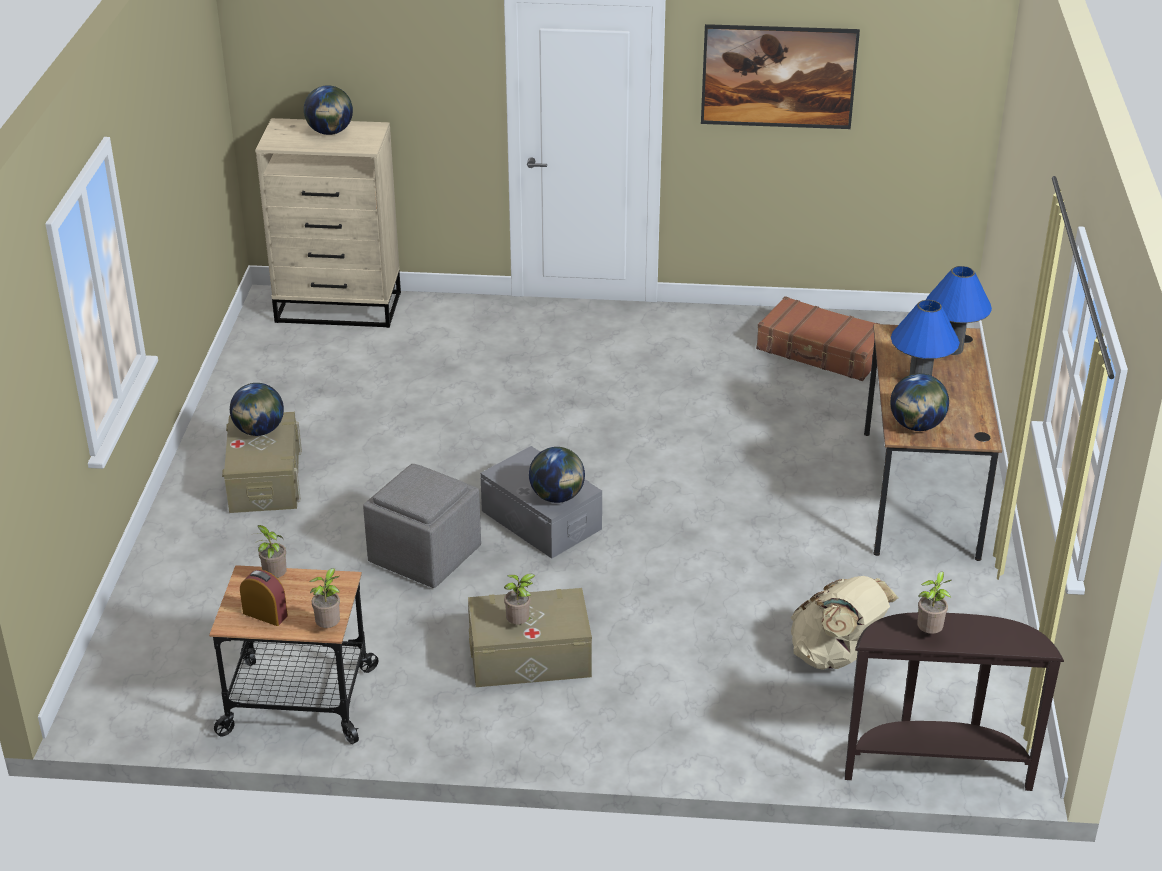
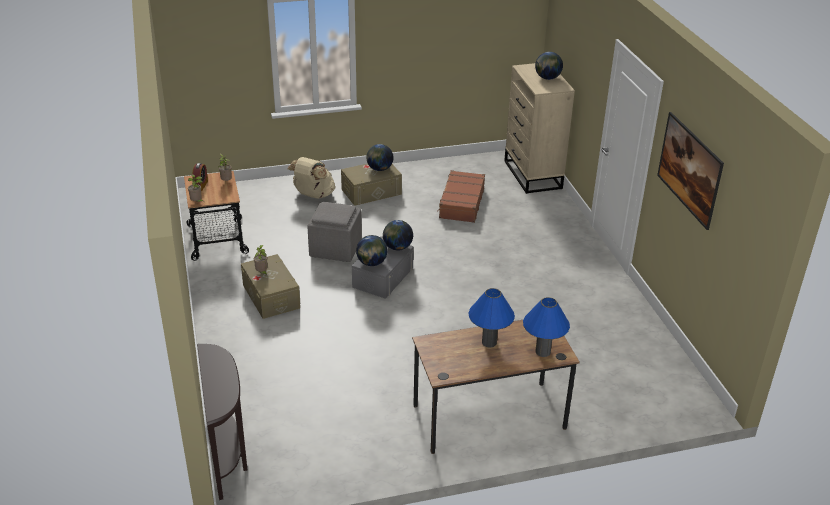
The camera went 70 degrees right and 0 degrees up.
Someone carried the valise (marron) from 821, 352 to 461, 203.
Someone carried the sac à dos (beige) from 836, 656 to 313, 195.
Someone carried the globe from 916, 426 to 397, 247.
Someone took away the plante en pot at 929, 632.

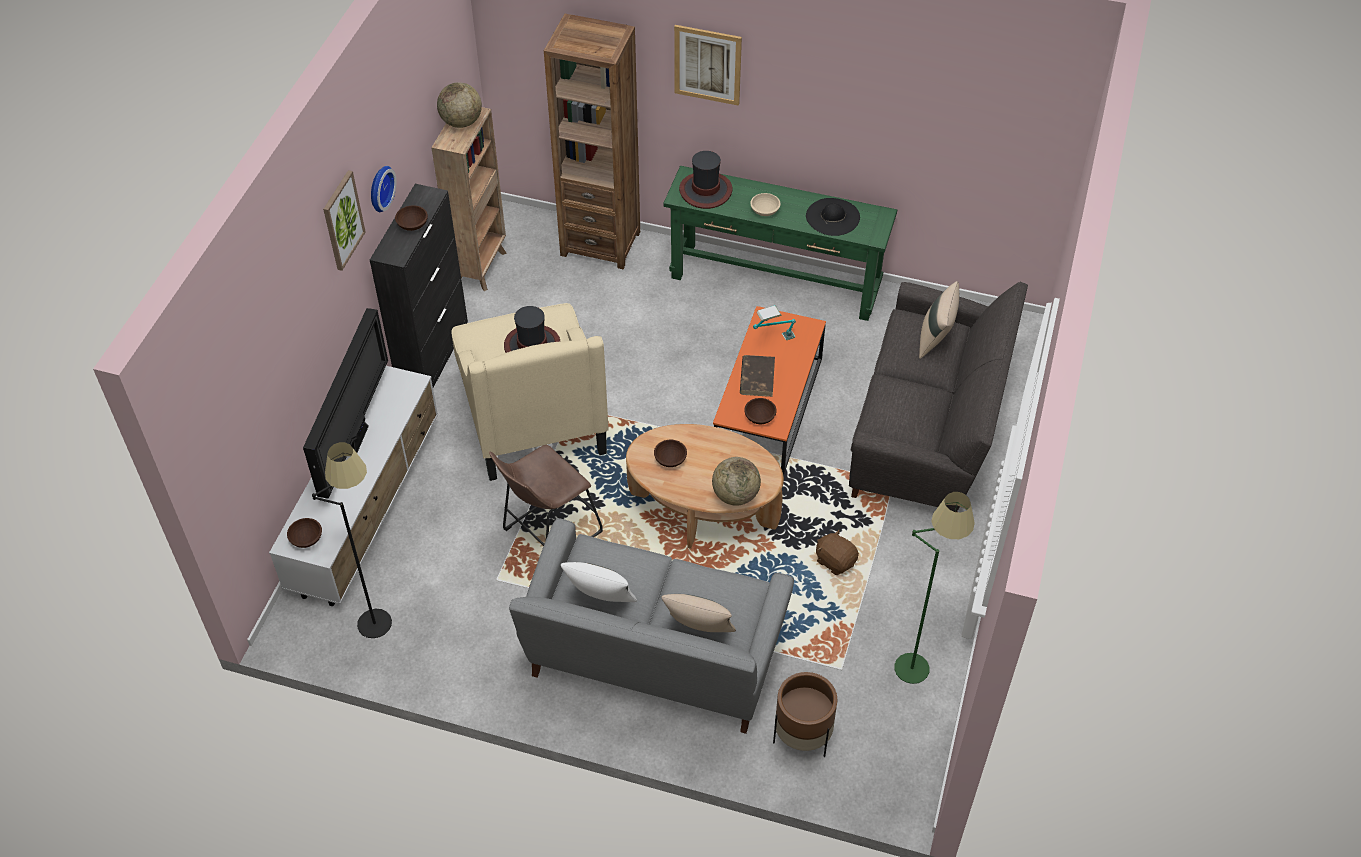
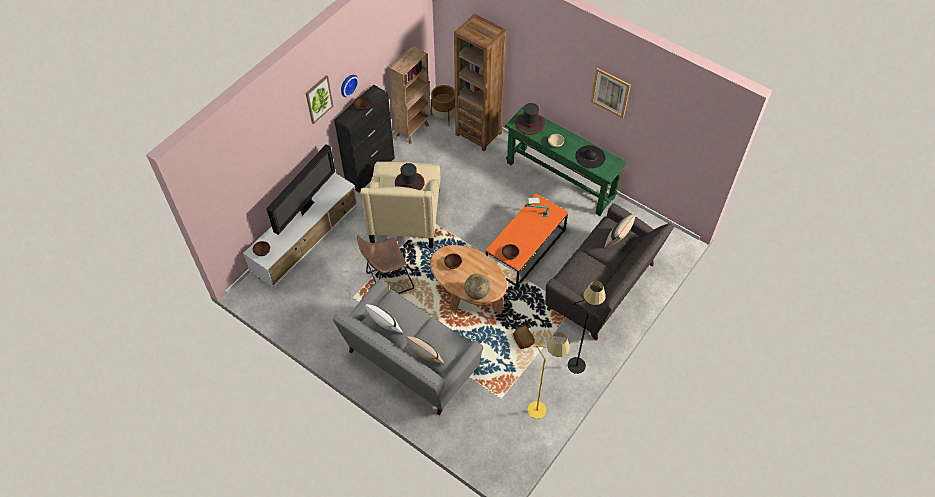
The camera went 20 degrees right and 5 degrees up.
Someone carried the lampadaire (noir) from 376, 610 to 578, 358.
Someone took away the globe at 461, 122.
Someone carried the tableau from 707, 64 to 610, 92.
Someone took away the livre (marron) at 757, 377.
Someone carried the cache-pot (marron) from 802, 736 to 444, 116.
Someone repainted the lampadaire (vert) at 917, 655, which became the lampadaire (jaune) at 543, 404.

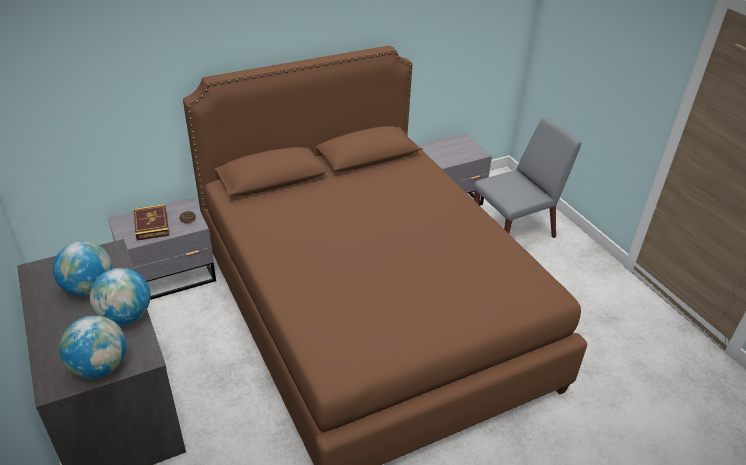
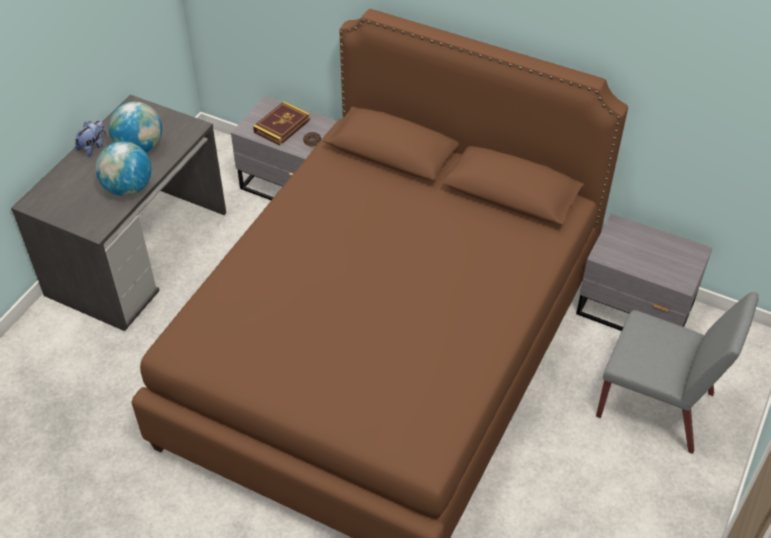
The camera went 55 degrees right and 10 degrees up.
Someone took away the globe at 100, 367.
Someone put down the peluche at 93, 147.

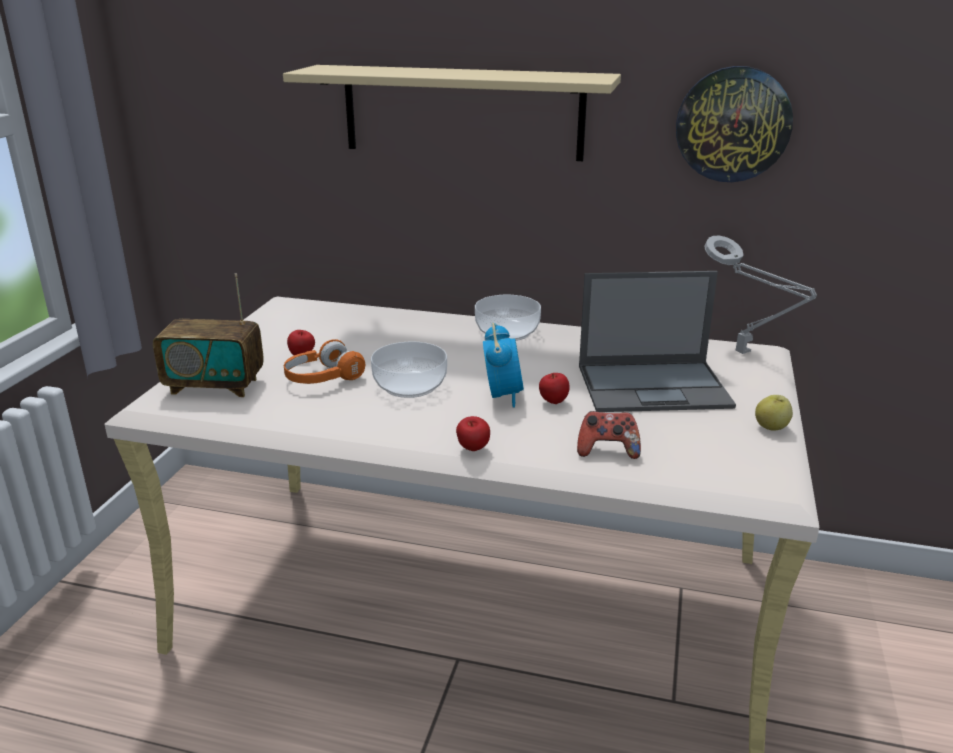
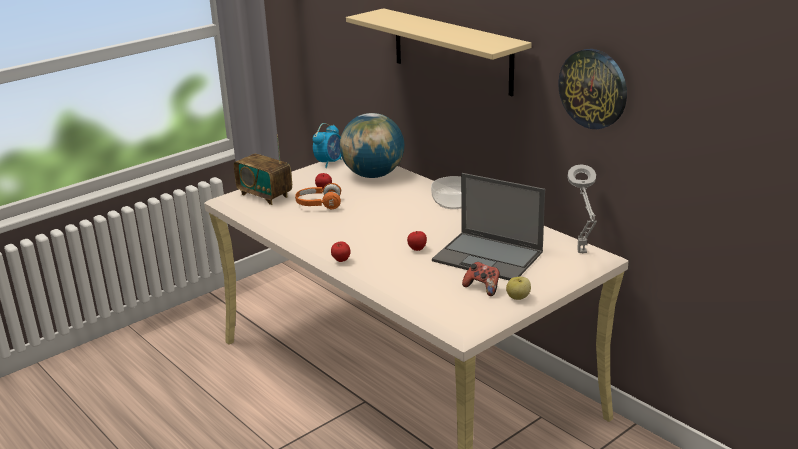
The camera went 35 degrees right and 0 degrees up.
Someone took away the bol at 409, 386.
Someone carried the réveil from 502, 395 to 330, 162.
Someone carried the manette from 607, 450 to 482, 288.
Someone put down the globe at 373, 175.

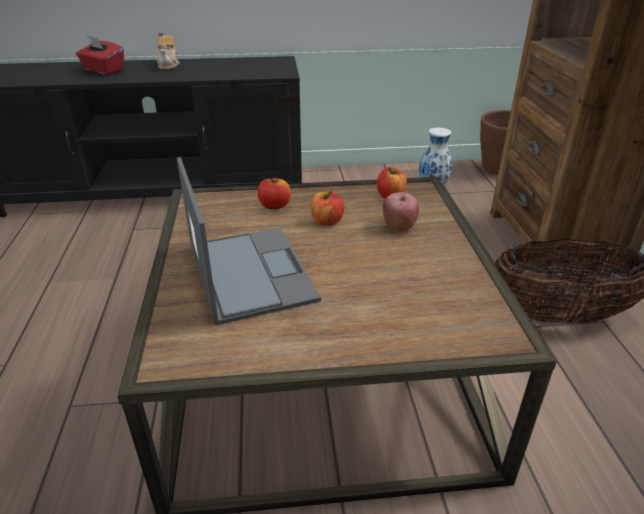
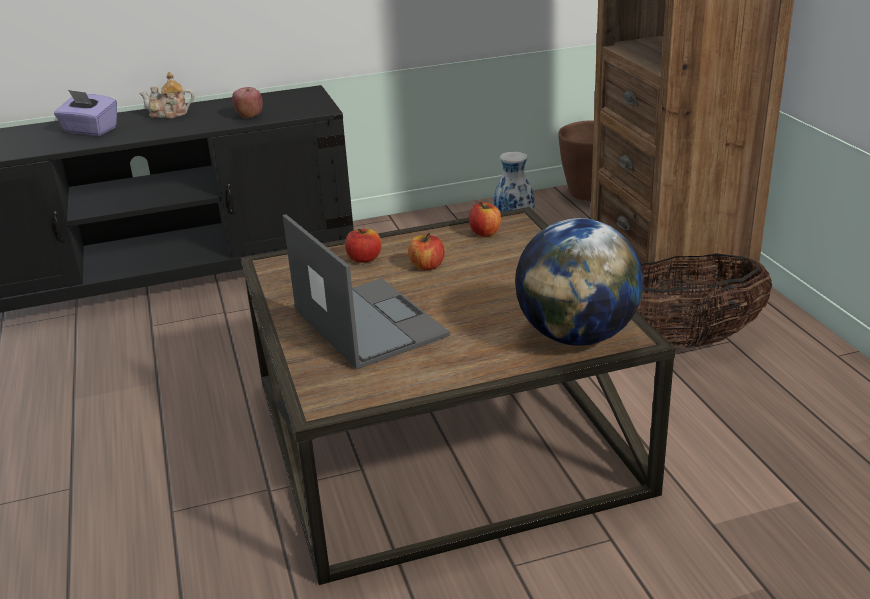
The camera went 10 degrees left and 5 degrees down.
Someone repainted the boîte à mouchoirs (rouge) at 103, 70, which became the boîte à mouchoirs (violet) at 90, 130.
Someone rotated the théière at 168, 65 by 105 degrees clockwise.
Someone carried the pomme from 399, 226 to 249, 116.
Someone put down the globe at 577, 336.

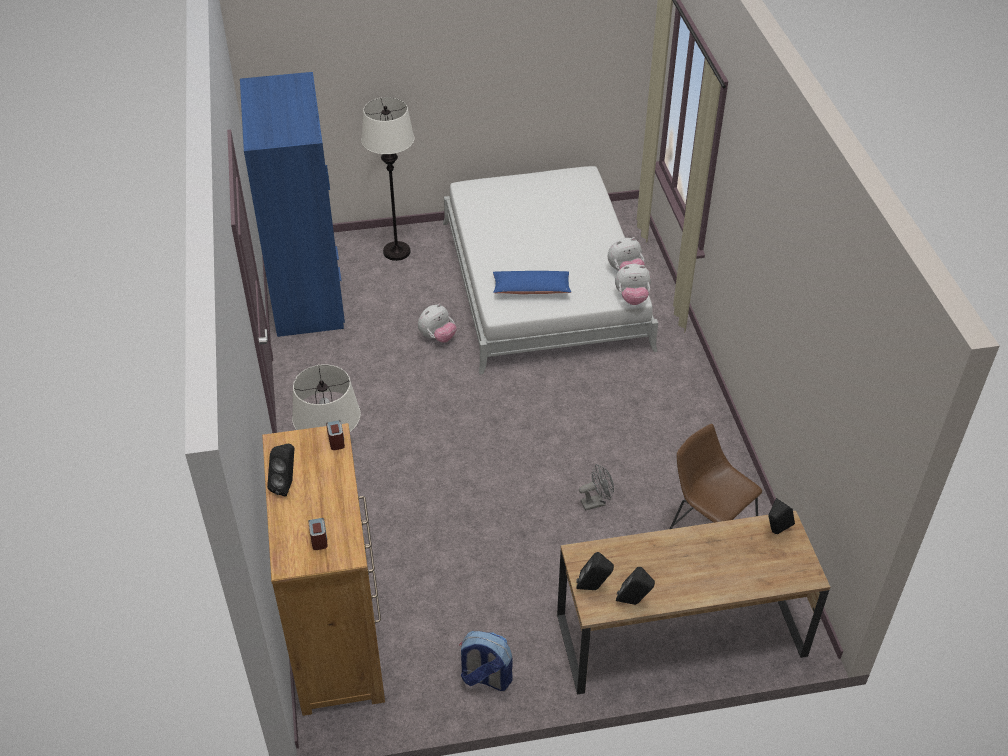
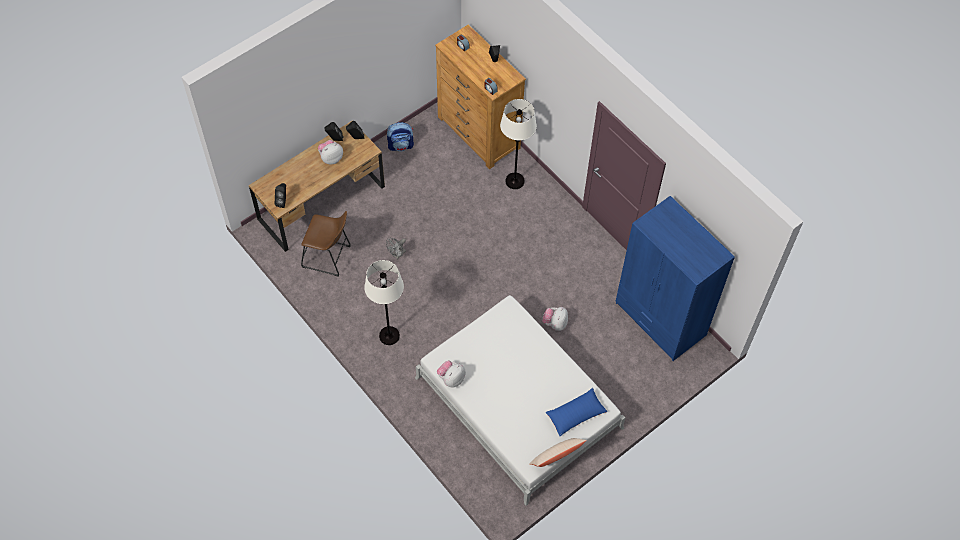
The camera went 150 degrees right and 15 degrees up.
Someone carried the lampadaire (blanc) from 397, 251 to 389, 336.
Someone carried the coussin (bleu) from 531, 289 to 575, 414.
Someone carried the peluche from 632, 298 to 331, 158.
Someone put down the coussin (beige) at 556, 457.

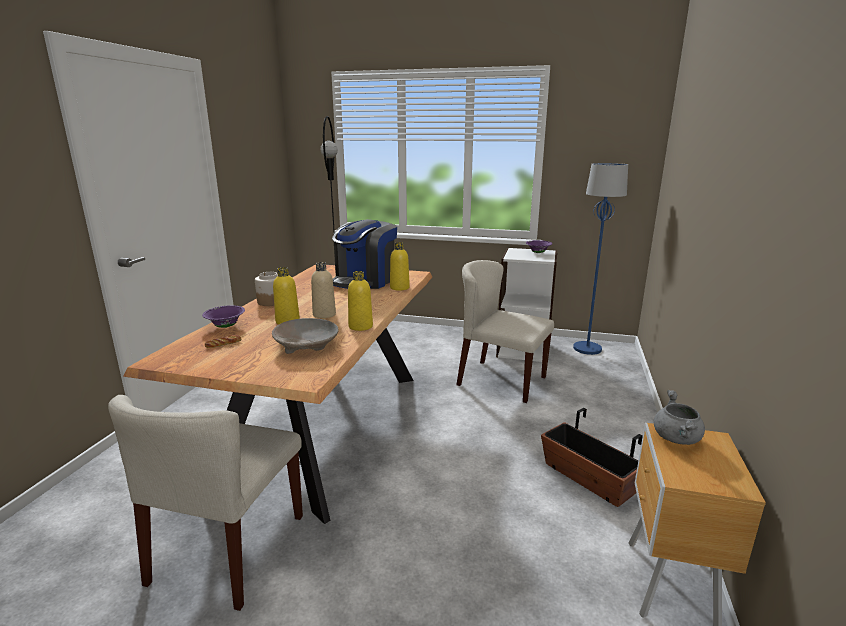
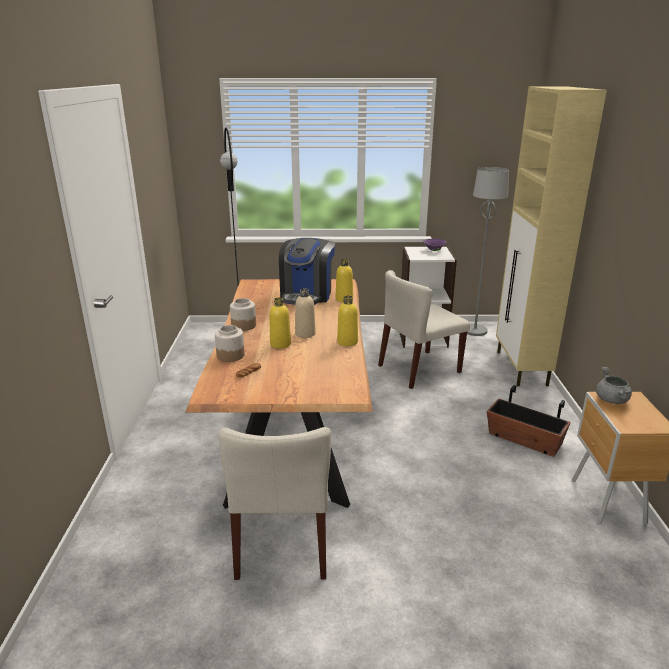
The camera went 15 degrees left and 5 degrees up.
Someone swapped the bol (violet) at 226, 326 for the bocal at 230, 355.
Someone took away the bol (beige) at 307, 345.
Someone rotated the chaise (beige) at 501, 381 by 45 degrees counterclockwise.
Someone repainted the lampadaire (bleu) at 587, 348, which became the lampadaire (gris) at 475, 330.
Someone put down the meuble de rangement (beige) at 521, 368.

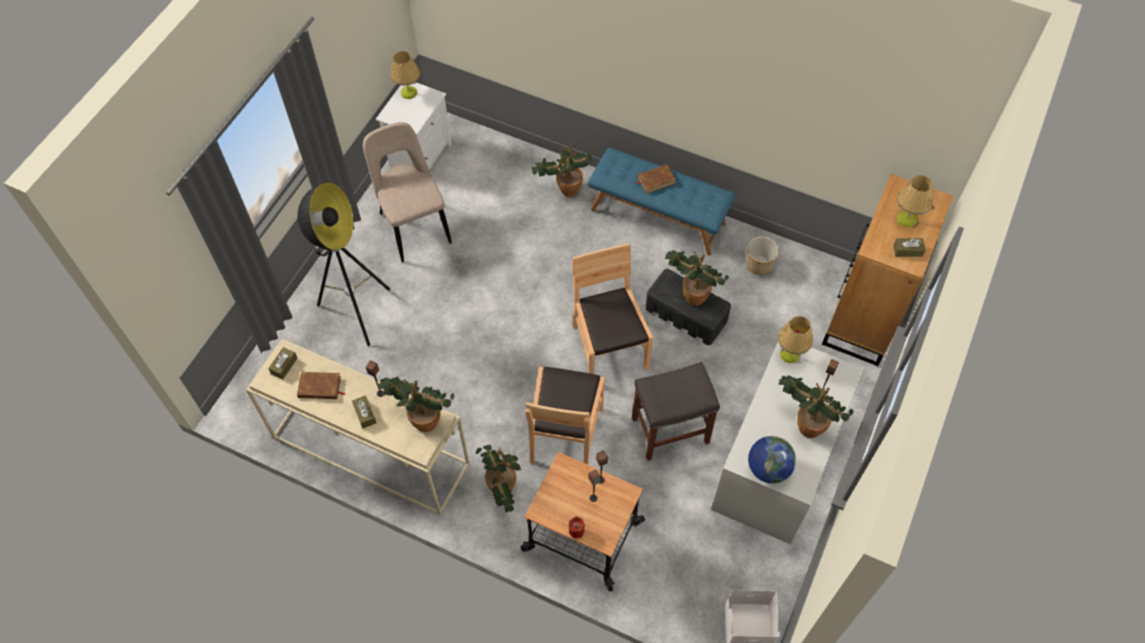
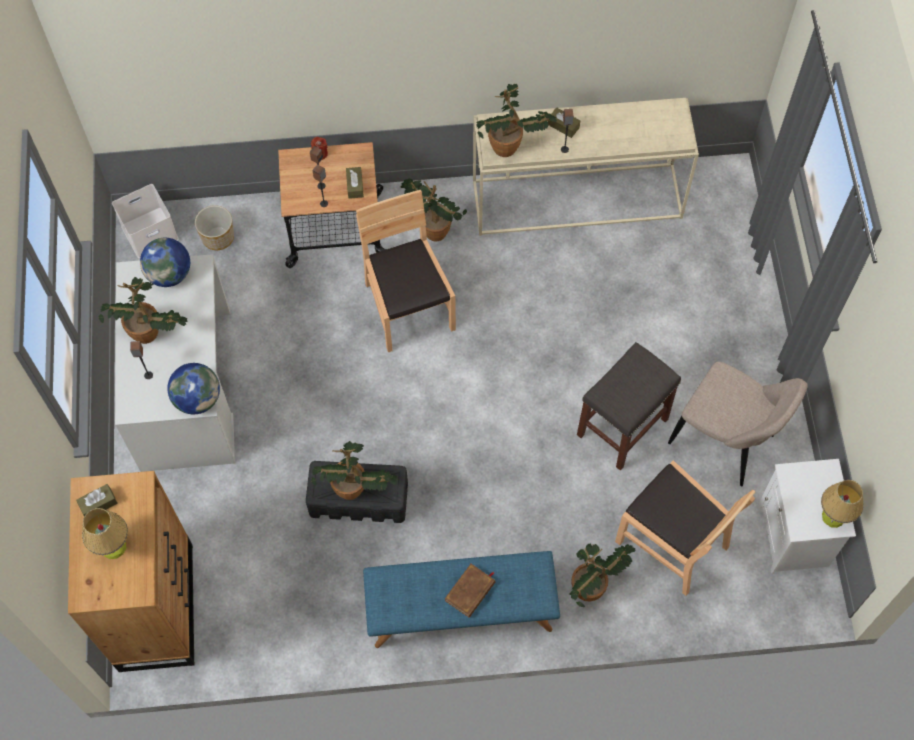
The camera went 150 degrees right and 5 degrees up.
Someone carried the boîte à mouchoirs (marron) from 284, 366 to 355, 186.
Someone took away the livre (marron) at 320, 387.
Someone took away the lampadaire at 356, 312.
Someone carried the chaise (marron) from 609, 347 to 672, 542.
Someone carried the tabouret (gris) from 671, 429 to 622, 428.
Someone carried the cache-pot from 759, 264 to 217, 237.
Someone swapped the lampe de table at 789, 354 for the globe at 197, 399.

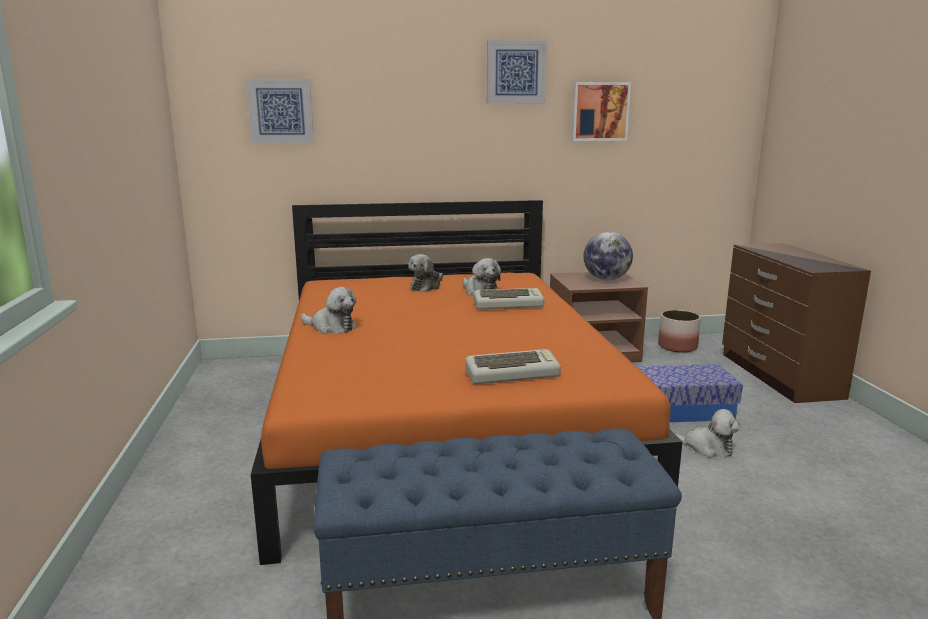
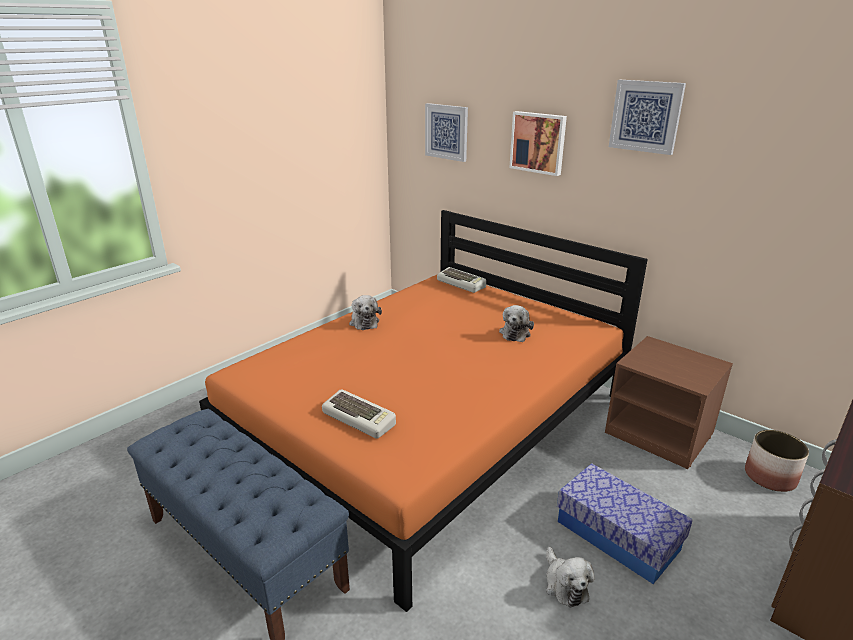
The camera went 50 degrees right and 10 degrees up.
Someone took away the peluche at 426, 286.
Someone carried the clavier from 508, 304 to 462, 283.
Someone carried the tableau from 599, 111 to 538, 142.
Someone took away the globe at 606, 279.

